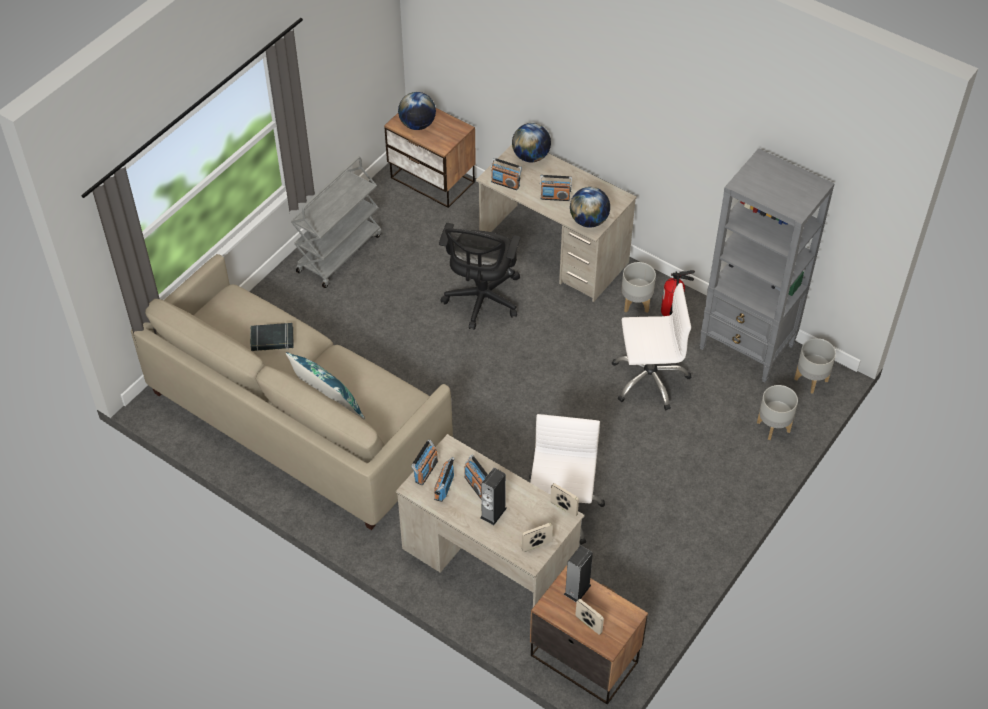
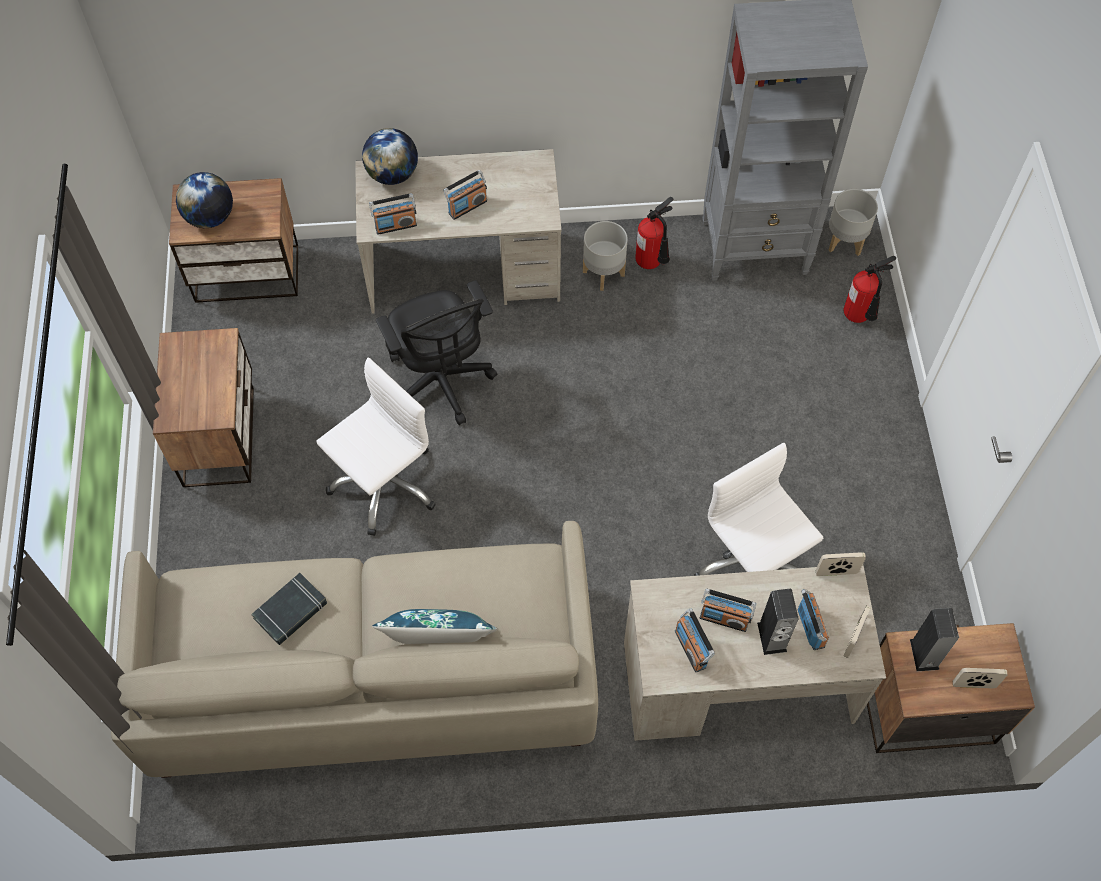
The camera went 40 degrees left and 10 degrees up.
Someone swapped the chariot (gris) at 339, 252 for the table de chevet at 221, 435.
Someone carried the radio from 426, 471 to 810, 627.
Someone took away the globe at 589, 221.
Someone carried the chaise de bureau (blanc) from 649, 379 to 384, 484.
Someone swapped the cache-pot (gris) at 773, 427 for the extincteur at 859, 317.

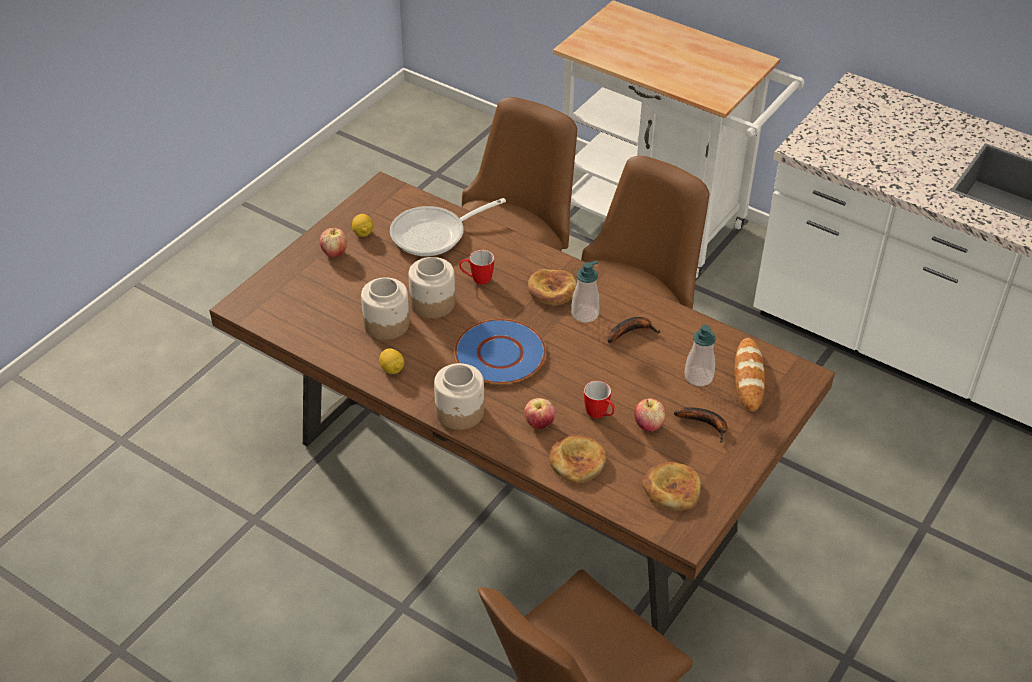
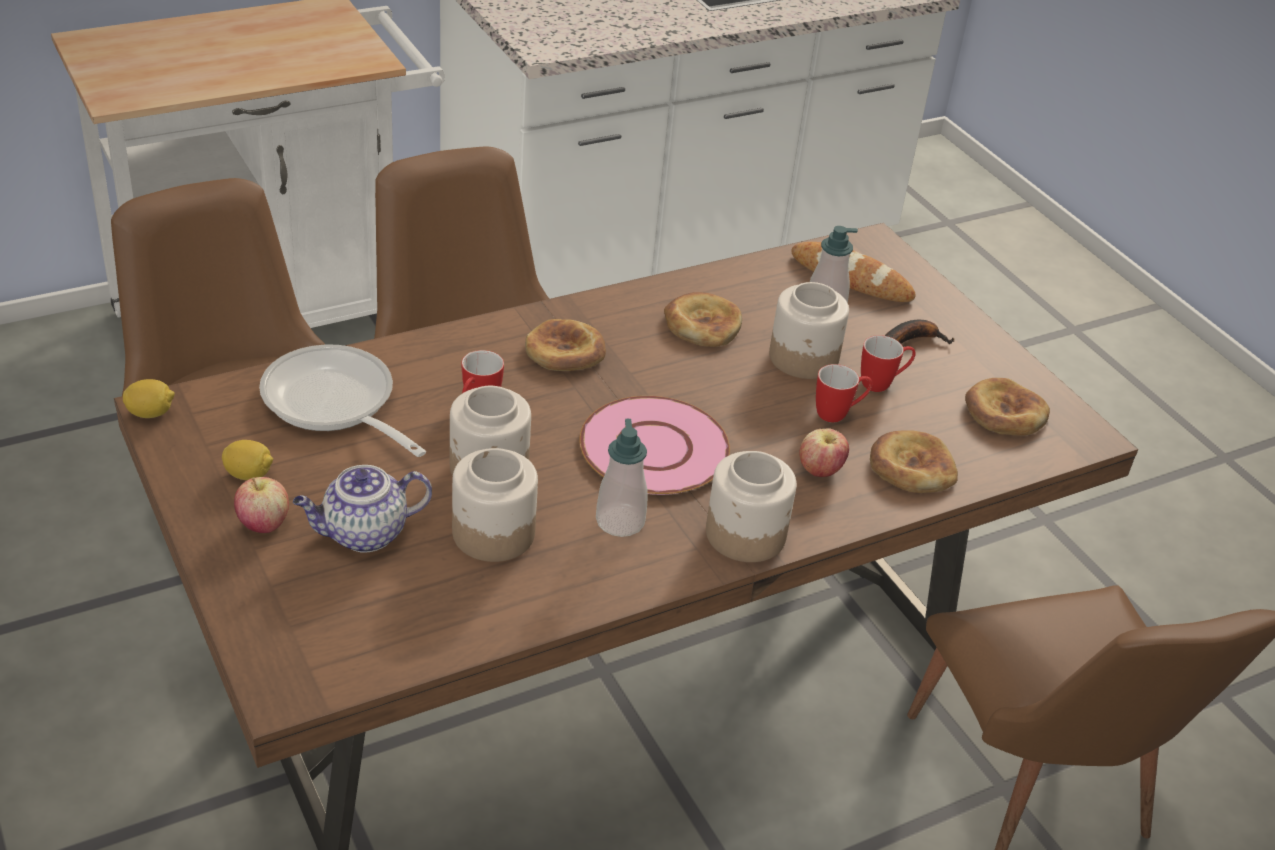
The camera went 65 degrees left and 5 degrees down.
Someone carried the citron from 392, 369 to 151, 413.
Someone rotated the poêle at 434, 234 by 135 degrees clockwise.
Someone repainted the assiette (bleu) at 500, 354, which became the assiette (rose) at 655, 448.
Someone carried the distributeur de savon from 584, 314 to 620, 521.
Someone swapped the banane at 631, 331 for the pain at 702, 324.
Someone swapped the pomme at 648, 425 for the mug at 882, 383.
Someone put down the théière at 363, 534.
Someone put down the bocal at 804, 358.

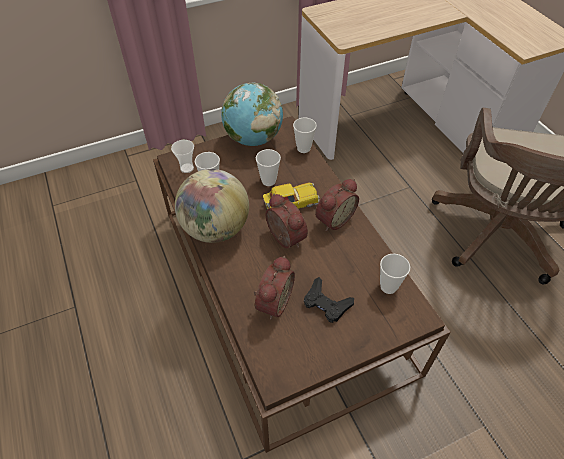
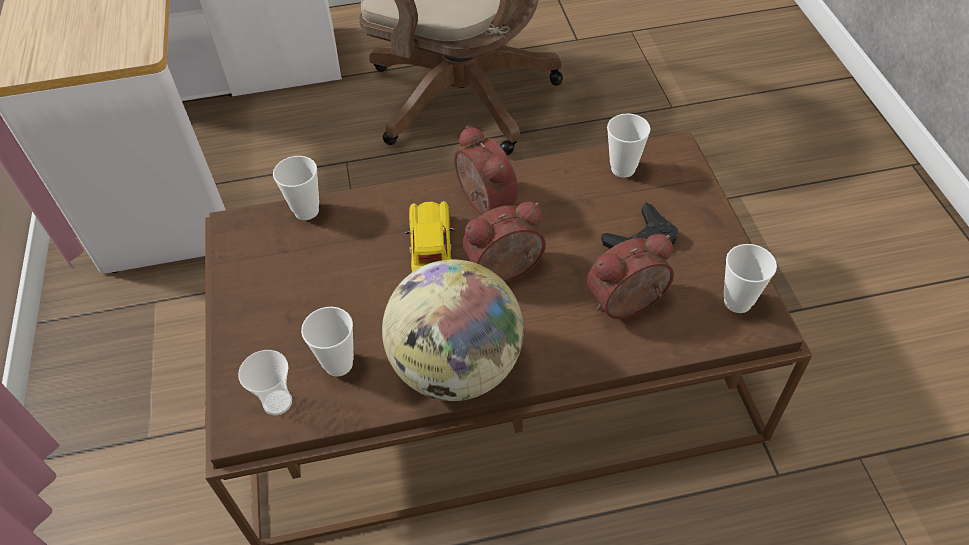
The camera went 75 degrees left and 0 degrees up.
Someone took away the globe at 253, 138.
Someone rotated the réveil at 272, 301 by 60 degrees counterclockwise.
Someone carried the tasse from 268, 181 to 737, 302.

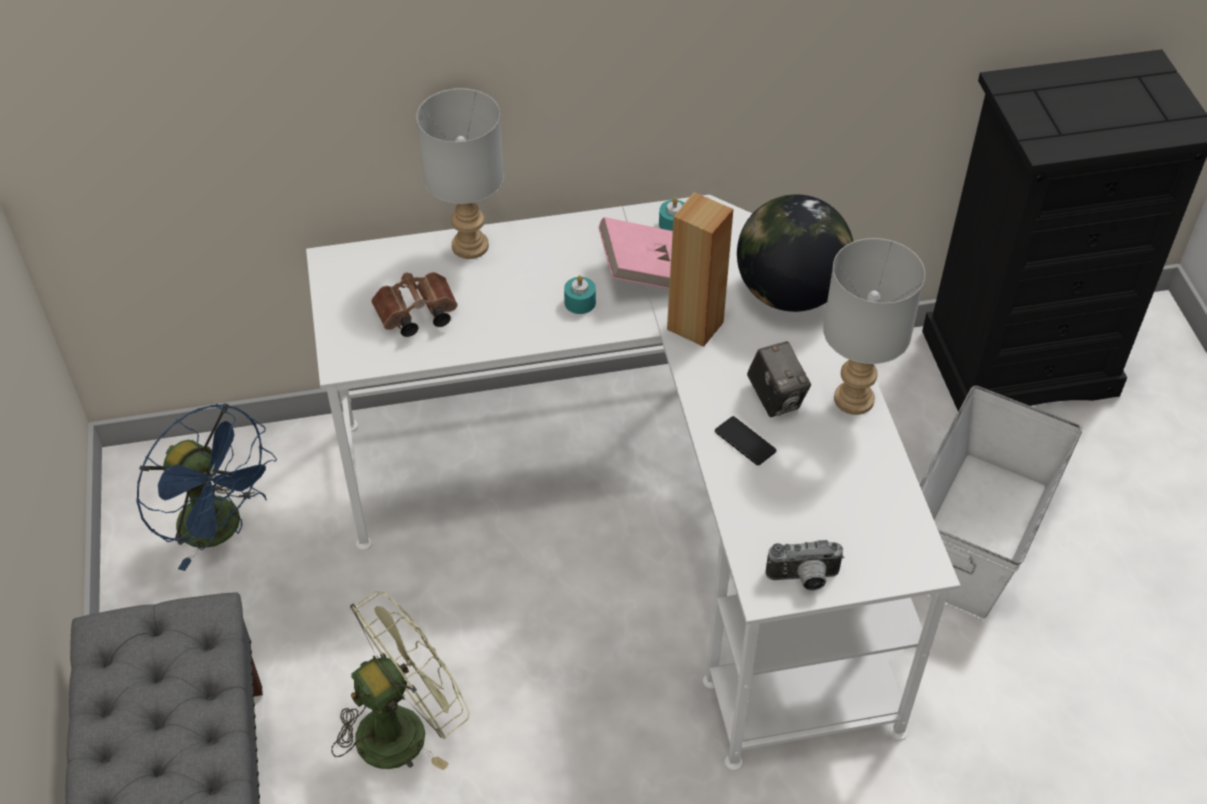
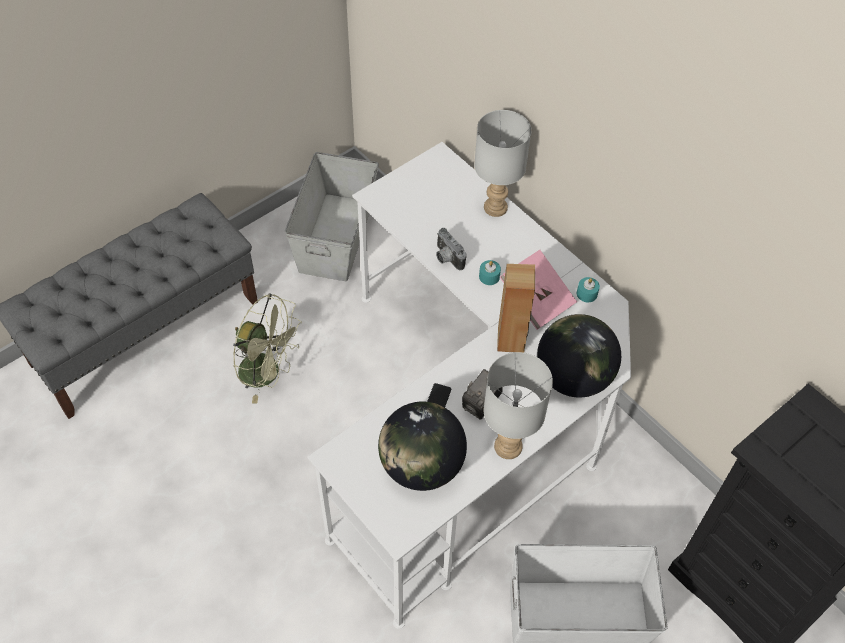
The camera went 60 degrees right and 5 degrees up.
Someone swapped the ventilateur (bleu) at 221, 529 for the boîte de rangement (gris) at 337, 236.
Someone took away the jumelles (marron) at 415, 316.
Someone carried the appareil photo from 803, 579 to 446, 258.
Someone put down the globe at 421, 466.

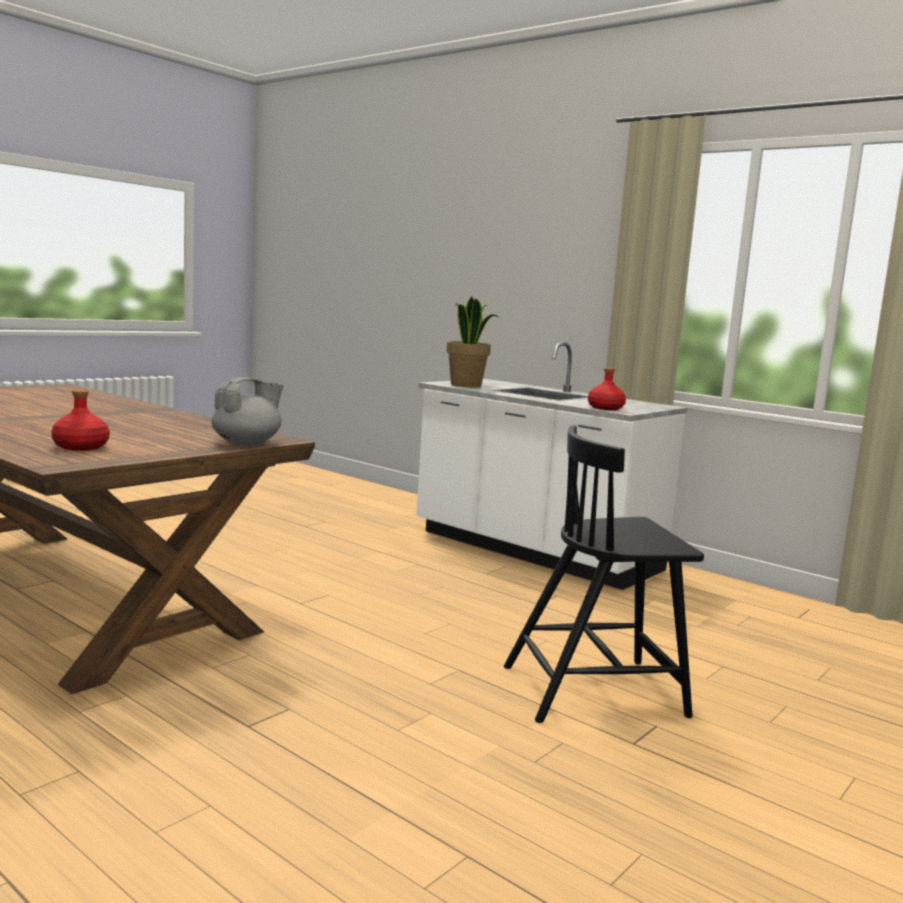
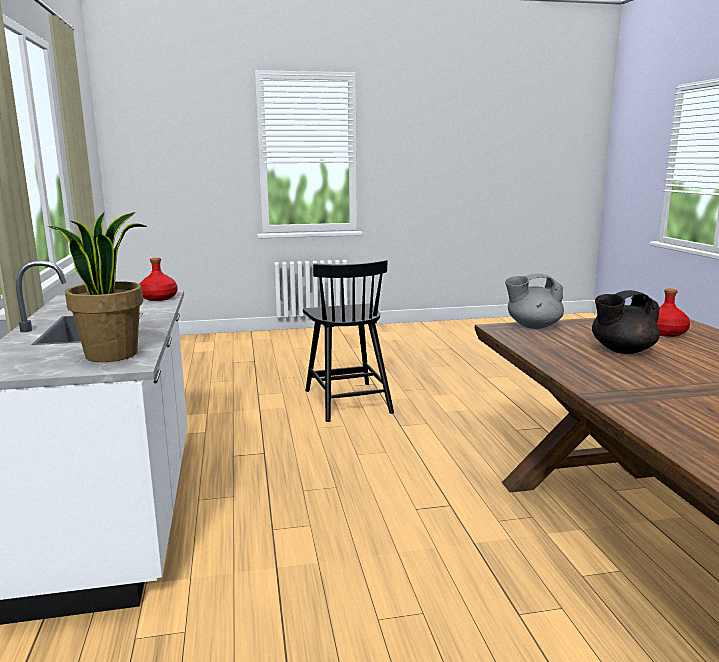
The camera went 140 degrees left and 5 degrees up.
Someone rotated the chaise (noir) at 596, 690 by 45 degrees clockwise.
Someone put down the théière (noir) at 621, 350.

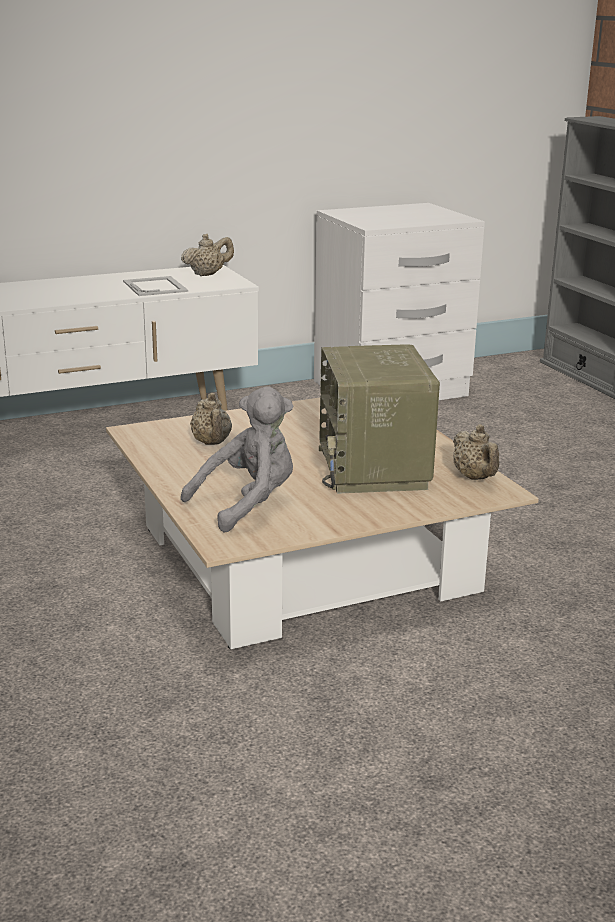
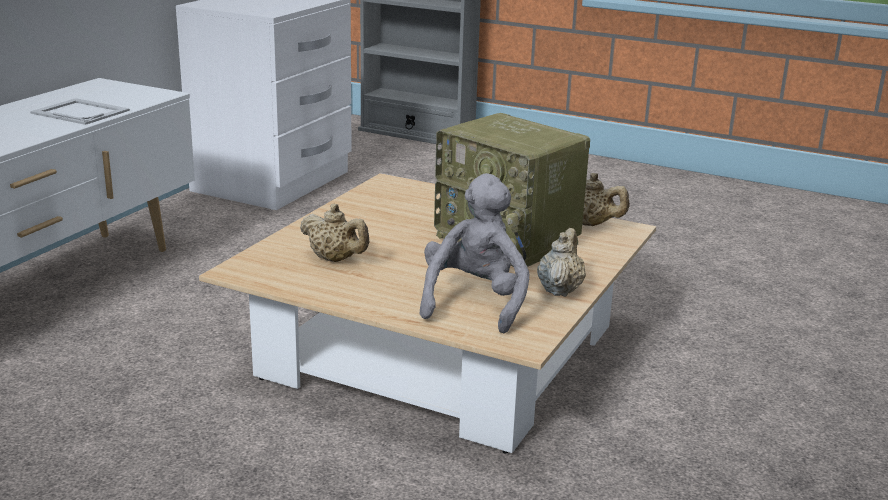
The camera went 40 degrees left and 0 degrees up.
Someone carried the théière (beige) from 207, 274 to 560, 290.

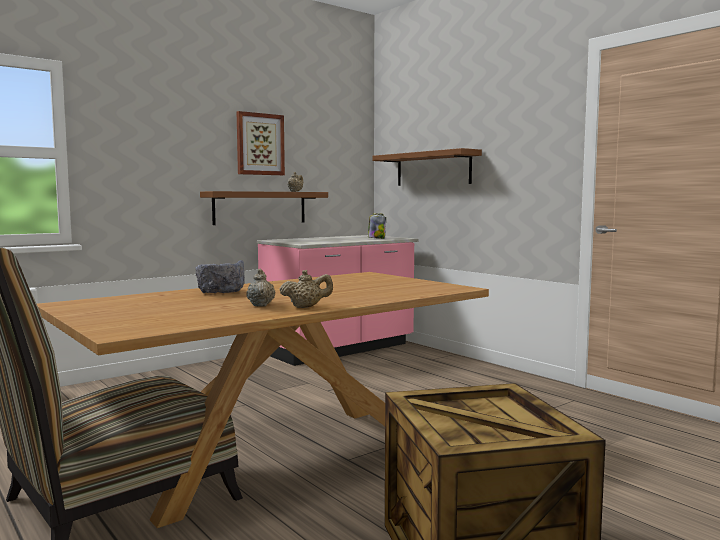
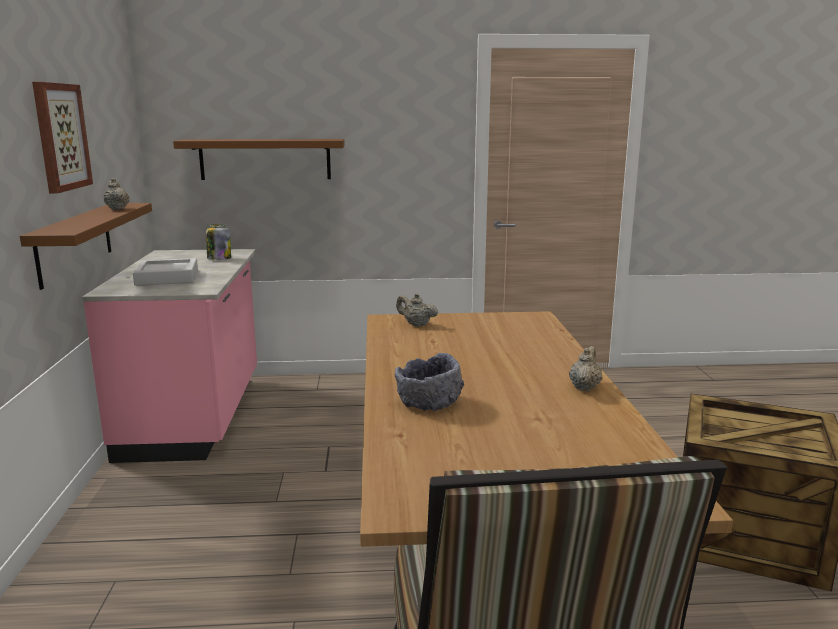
The camera went 55 degrees left and 10 degrees up.
Someone carried the théière (beige) from 261, 305 to 416, 324.
Someone put down the plateau (gris) at 167, 278.

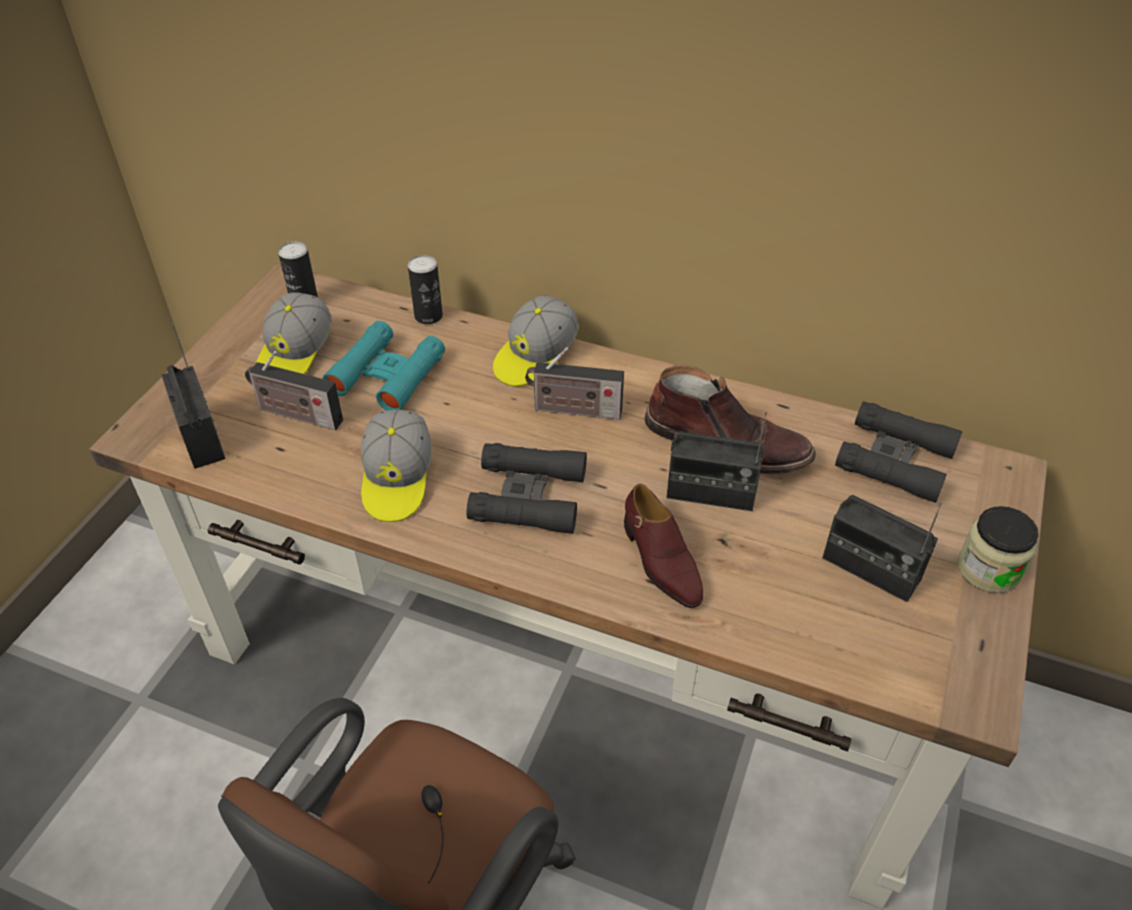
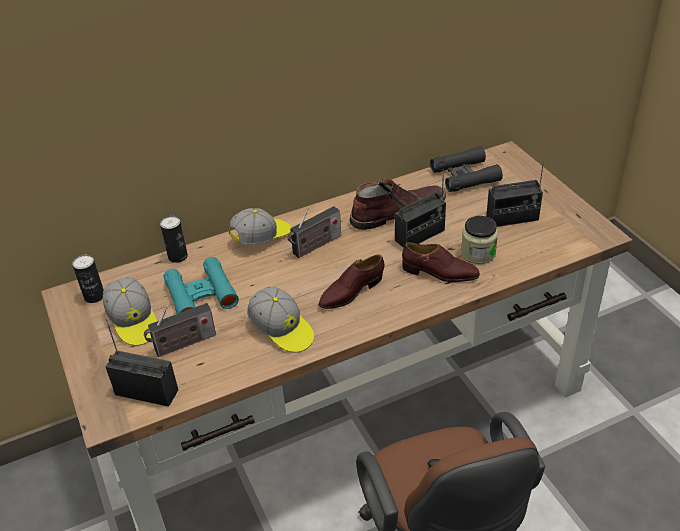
The camera went 45 degrees left and 5 degrees down.
Someone swapped the jumelles (noir) at 528, 496 for the chaussure (marron) at 351, 291.
Someone rotated the casquette at 535, 357 by 120 degrees counterclockwise.
Someone carried the bocal from 988, 569 to 478, 253.

